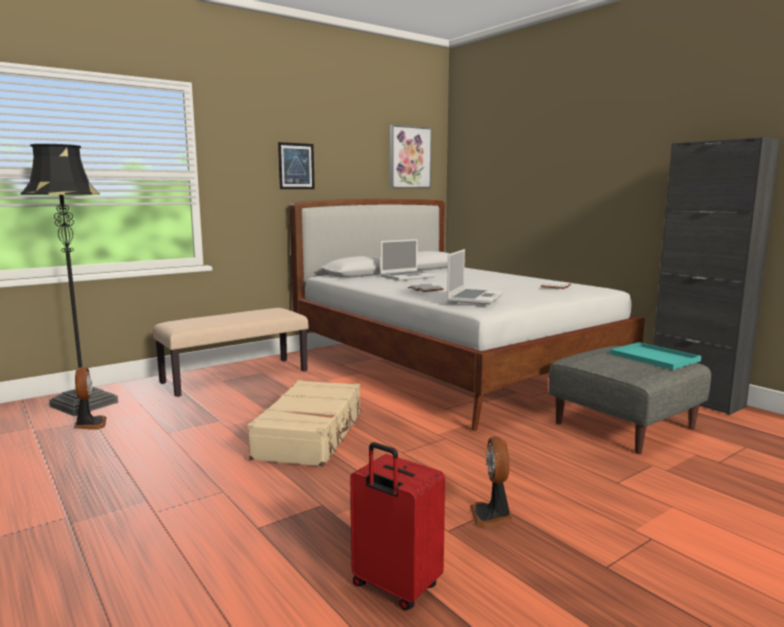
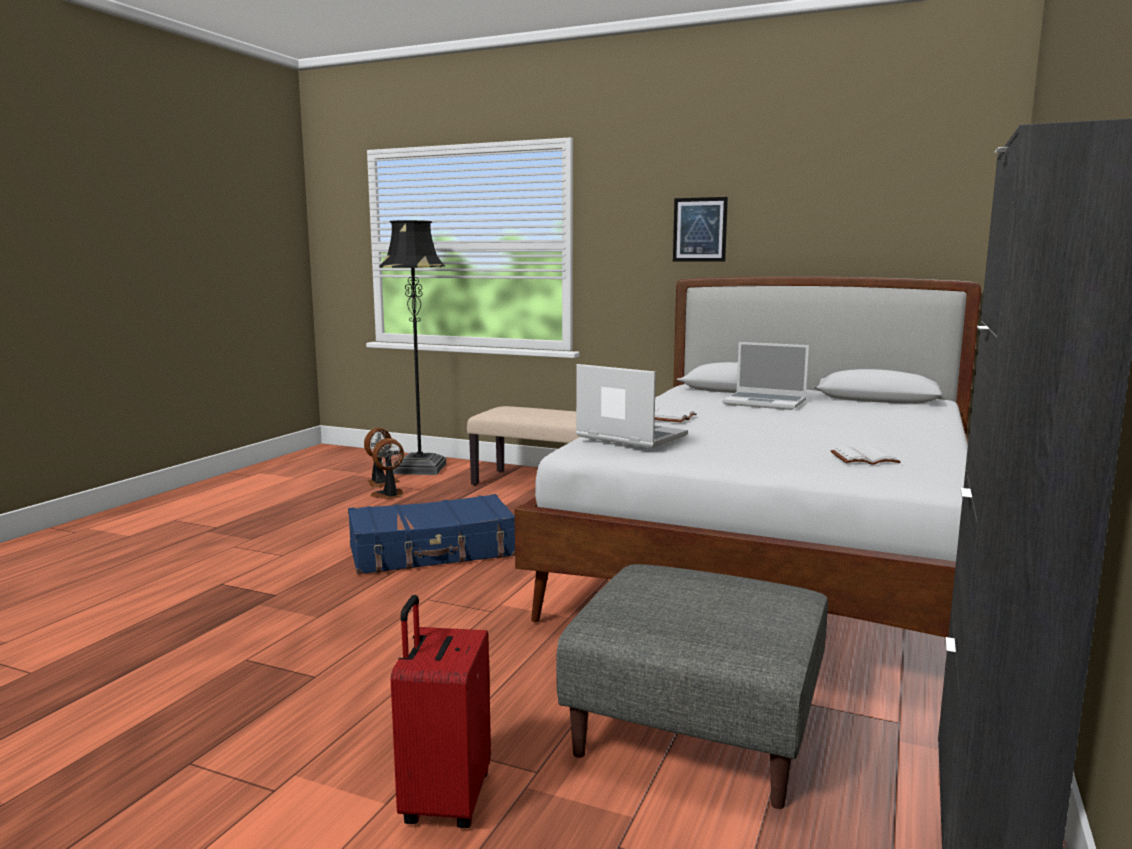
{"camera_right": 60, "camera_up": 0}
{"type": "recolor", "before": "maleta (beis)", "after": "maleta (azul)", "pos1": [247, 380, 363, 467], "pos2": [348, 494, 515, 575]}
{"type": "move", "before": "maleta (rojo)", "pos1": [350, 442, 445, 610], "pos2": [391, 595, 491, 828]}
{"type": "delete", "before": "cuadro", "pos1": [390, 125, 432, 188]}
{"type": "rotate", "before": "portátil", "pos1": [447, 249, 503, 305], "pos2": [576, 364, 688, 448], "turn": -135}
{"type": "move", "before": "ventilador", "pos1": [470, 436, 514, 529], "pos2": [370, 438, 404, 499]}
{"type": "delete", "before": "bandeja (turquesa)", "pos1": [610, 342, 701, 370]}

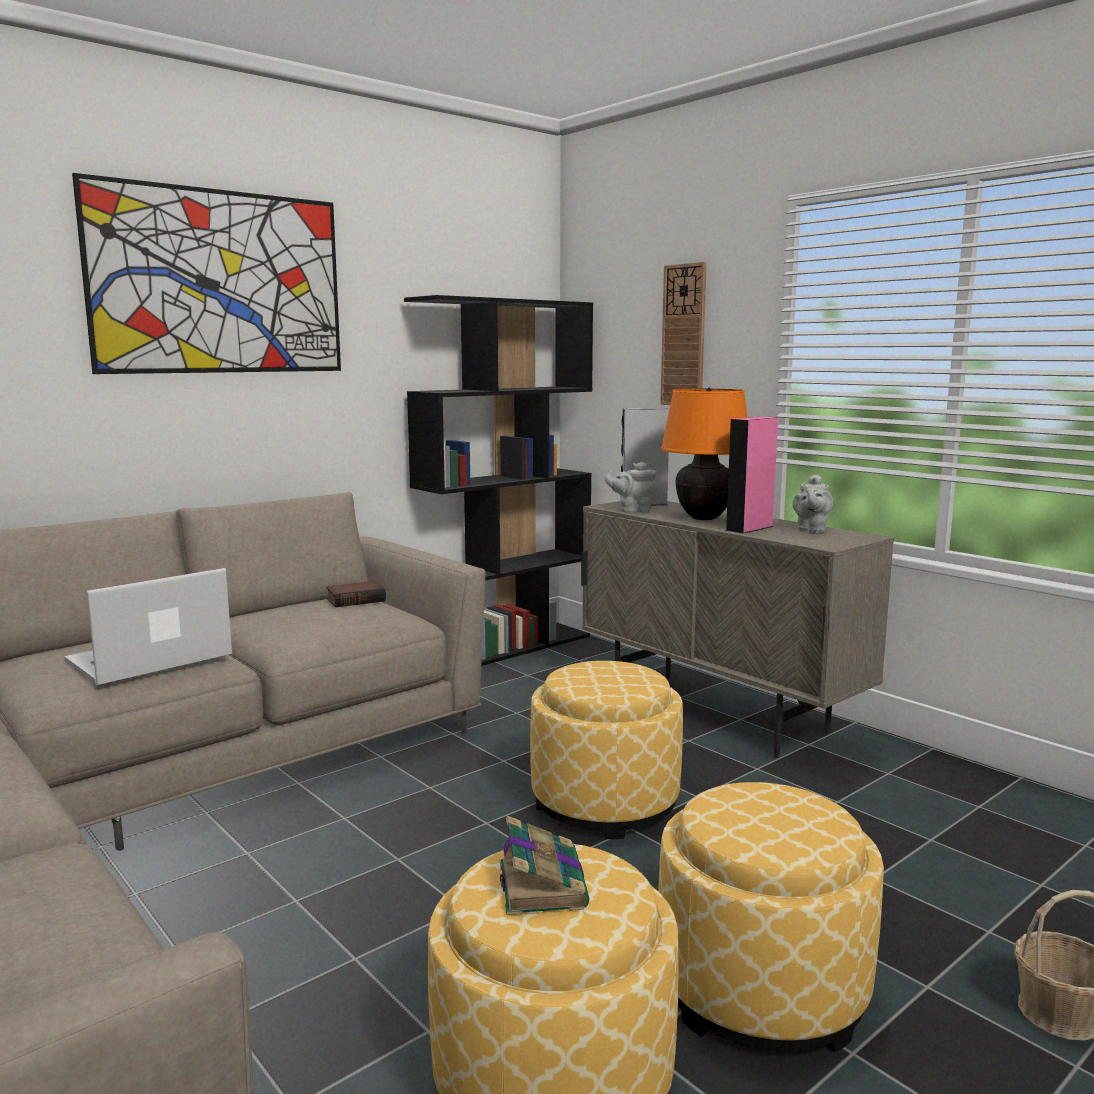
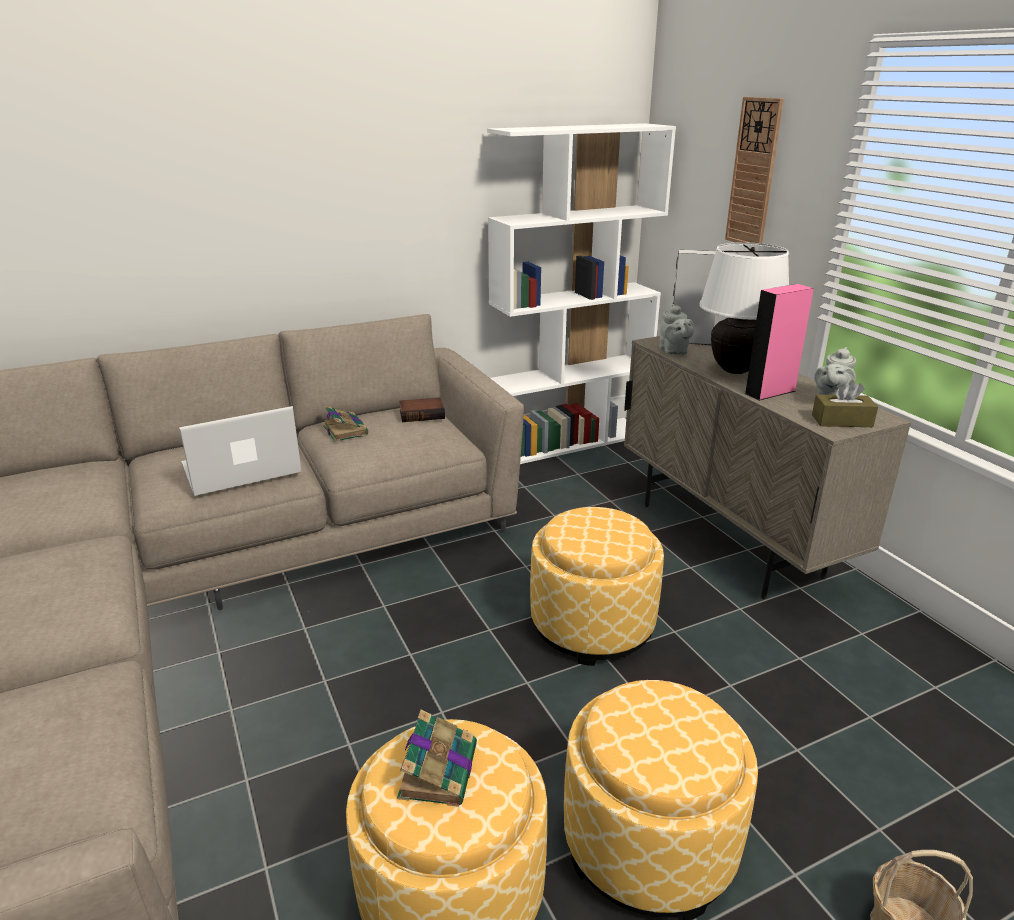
{"camera_right": 15, "camera_up": 15}
{"type": "delete", "before": "cuadro", "pos1": [72, 173, 341, 374]}
{"type": "recolor", "before": "estantería (negro)", "after": "estantería (blanco)", "pos1": [404, 295, 593, 666], "pos2": [487, 123, 676, 464]}
{"type": "rotate", "before": "tetera (gris)", "pos1": [605, 462, 657, 513], "pos2": [659, 304, 694, 355], "turn": -120}
{"type": "recolor", "before": "lámpara de mesa (naranja)", "after": "lámpara de mesa (blanco)", "pos1": [661, 388, 748, 520], "pos2": [699, 242, 789, 374]}
{"type": "insert", "after": "libro", "pos2": [323, 405, 368, 442]}
{"type": "insert", "after": "caja de pañuelos (marrón)", "pos2": [812, 380, 878, 427]}

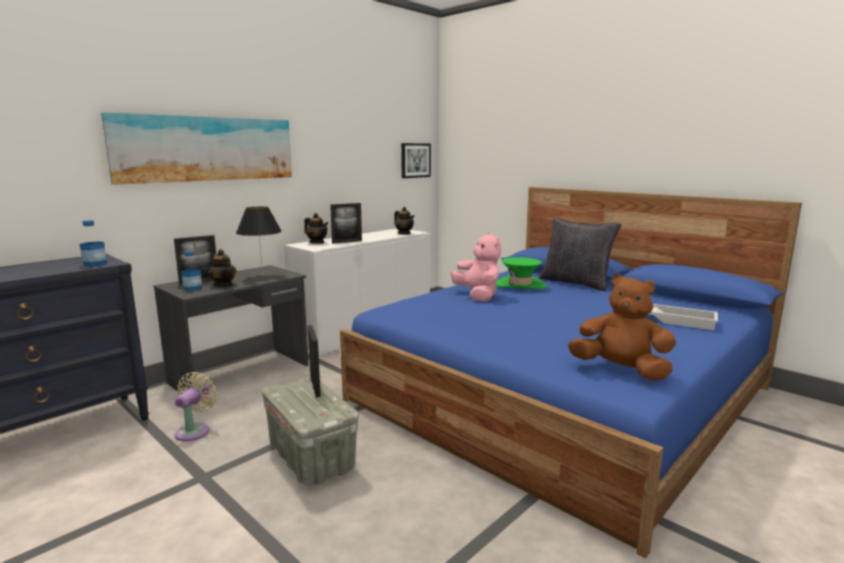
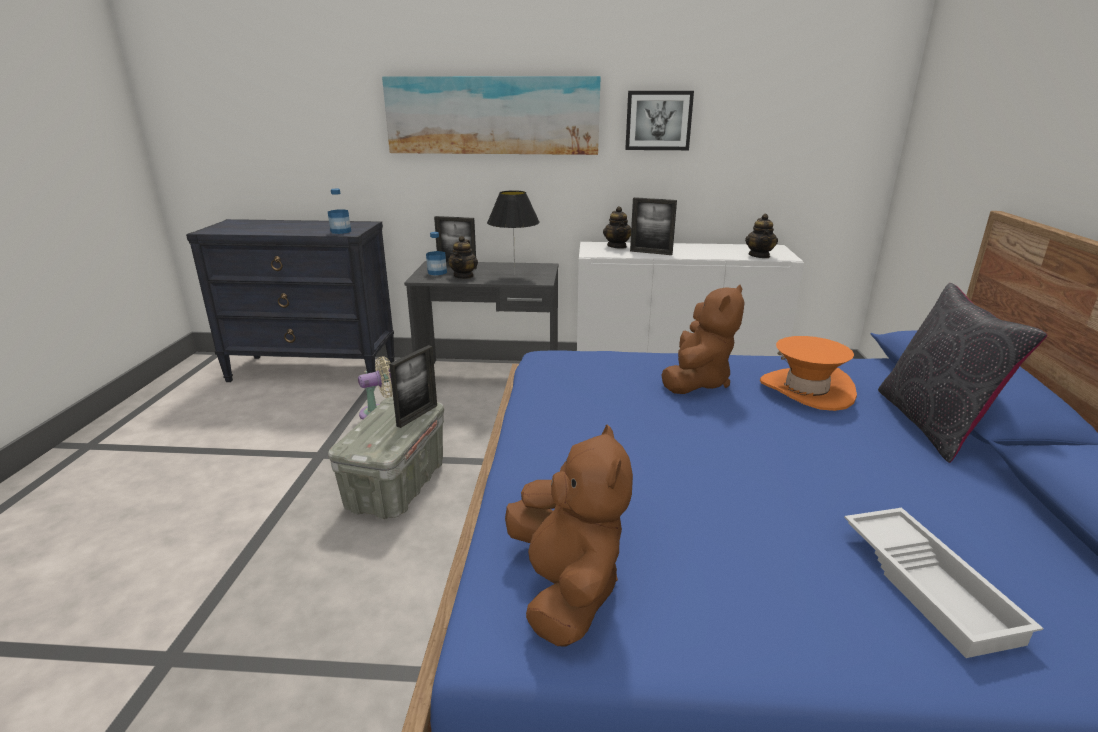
{"camera_right": 50, "camera_up": 10}
{"type": "move", "before": "cuadro", "pos1": [401, 143, 431, 178], "pos2": [625, 91, 694, 150]}
{"type": "recolor", "before": "peluche (rosa)", "after": "peluche (marrón)", "pos1": [451, 232, 501, 302], "pos2": [661, 285, 745, 394]}
{"type": "recolor", "before": "sombrero (verde)", "after": "sombrero (naranja)", "pos1": [496, 257, 546, 289], "pos2": [760, 336, 857, 411]}

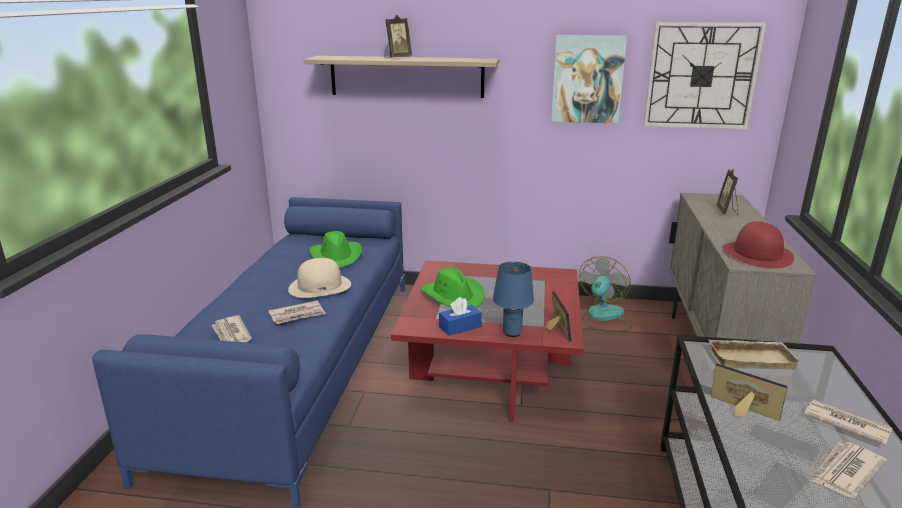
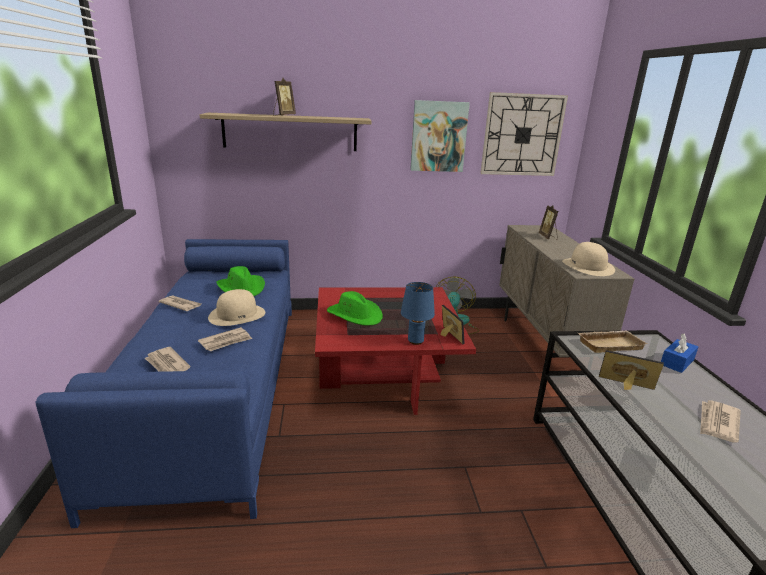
{"camera_right": -15, "camera_up": 0}
{"type": "move", "before": "caja de pañuelos (azul)", "pos1": [439, 297, 482, 336], "pos2": [661, 333, 698, 373]}
{"type": "recolor", "before": "sombrero (rojo)", "after": "sombrero (beis)", "pos1": [723, 221, 794, 269], "pos2": [562, 242, 615, 276]}
{"type": "move", "before": "periódico", "pos1": [804, 399, 893, 445], "pos2": [159, 295, 201, 311]}

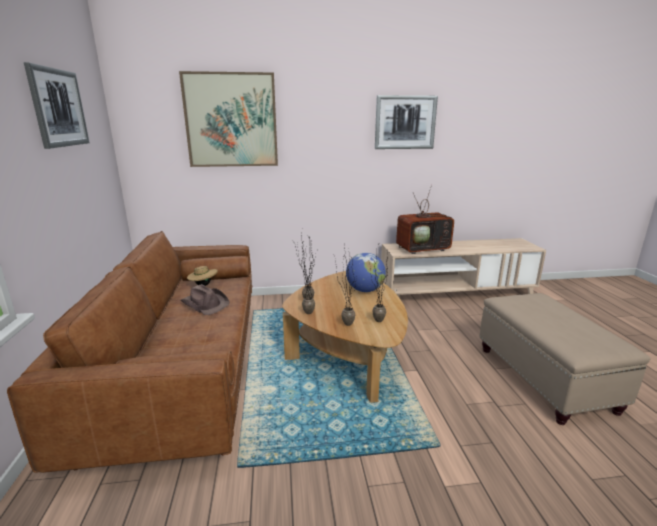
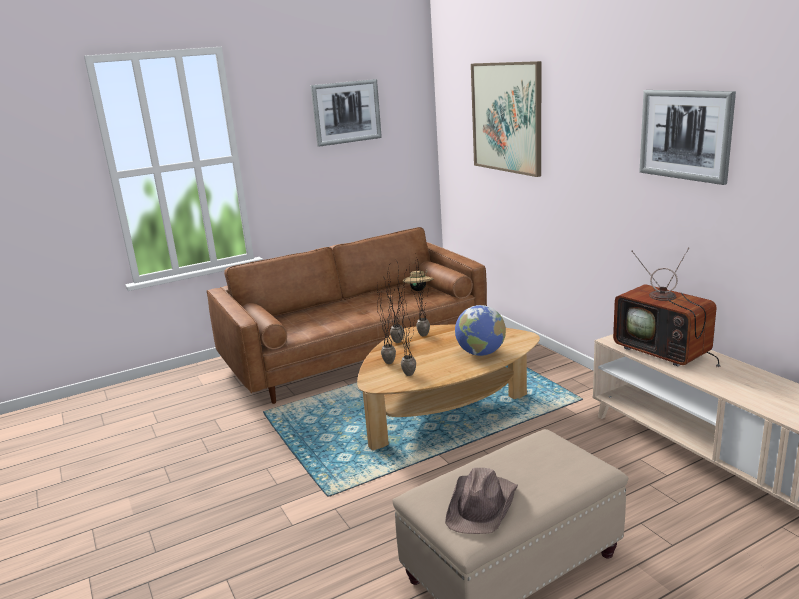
{"camera_right": 70, "camera_up": 0}
{"type": "move", "before": "sombrero (marrón)", "pos1": [181, 284, 230, 315], "pos2": [445, 468, 518, 534]}

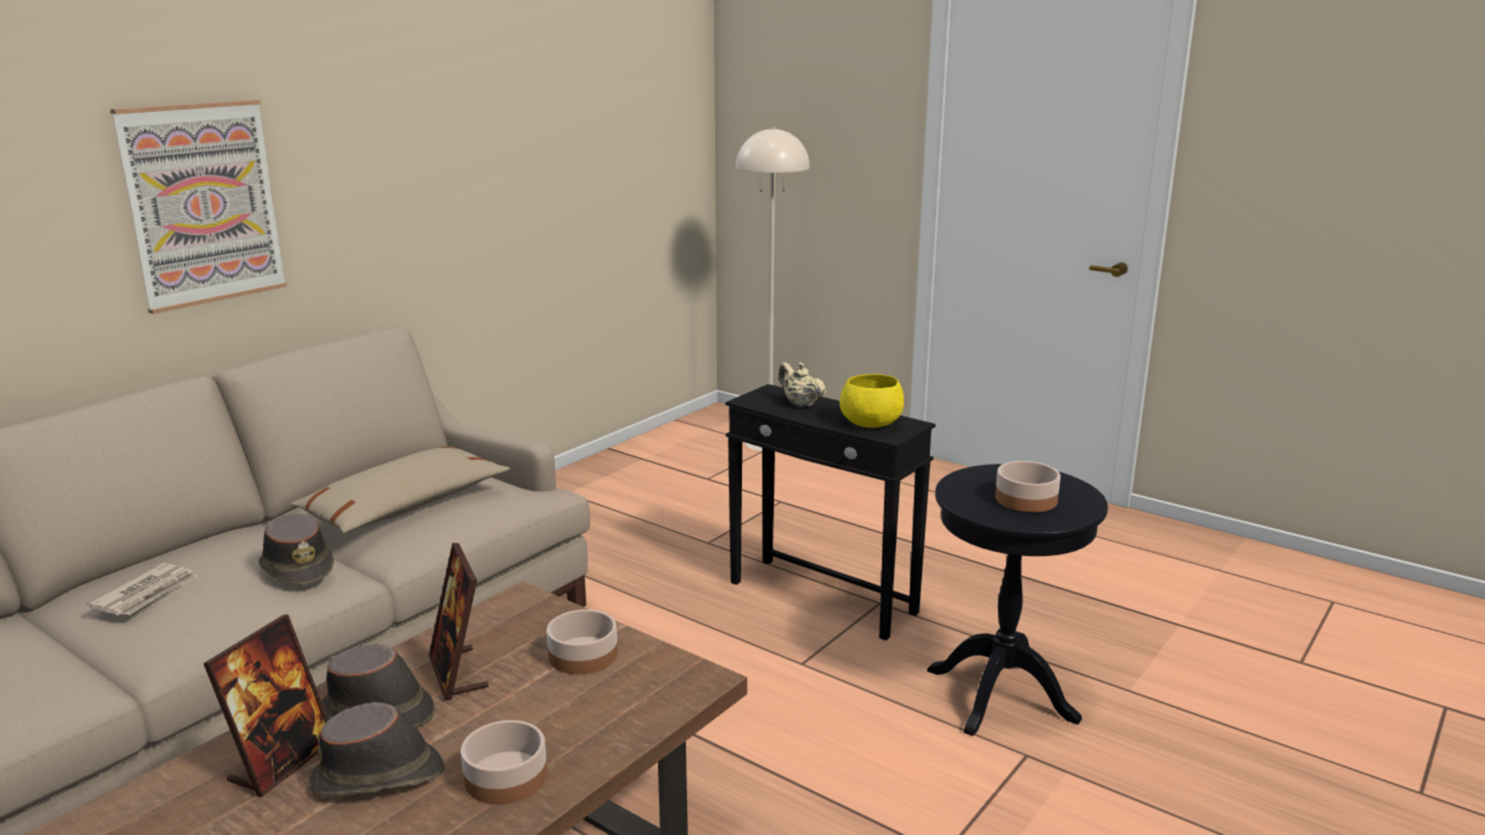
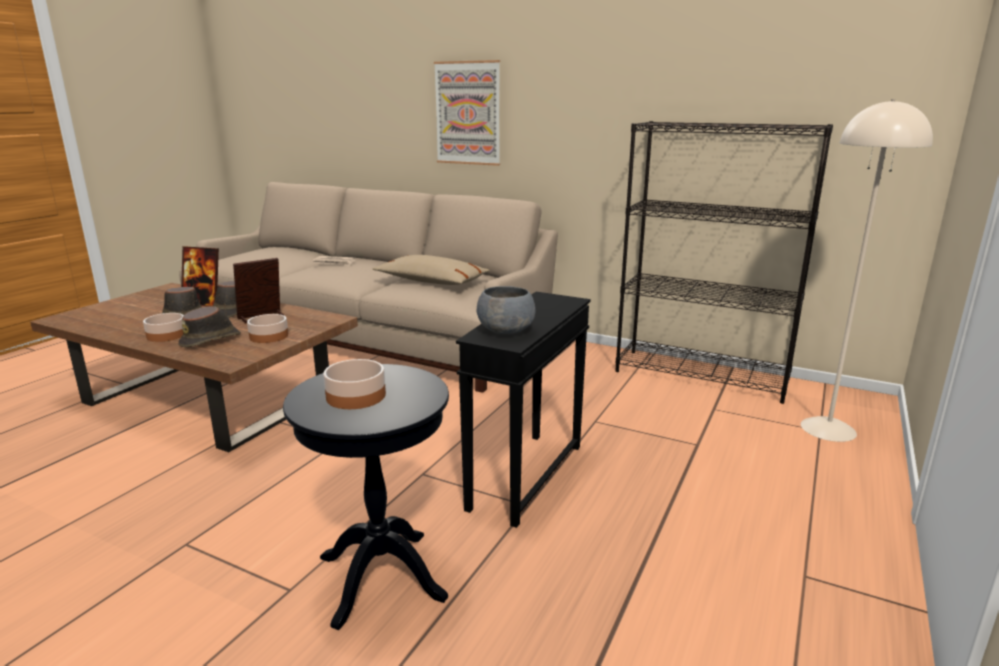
{"camera_right": 80, "camera_up": 0}
{"type": "move", "before": "sombrero (marrón)", "pos1": [259, 513, 334, 586], "pos2": [178, 306, 241, 347]}
{"type": "delete", "before": "tetera (beis)", "pos1": [778, 362, 826, 407]}
{"type": "recolor", "before": "cuenco (amarillo)", "after": "cuenco (gris)", "pos1": [840, 374, 904, 428], "pos2": [477, 286, 535, 334]}
{"type": "insert", "after": "estantería (negro)", "pos2": [616, 121, 833, 404]}

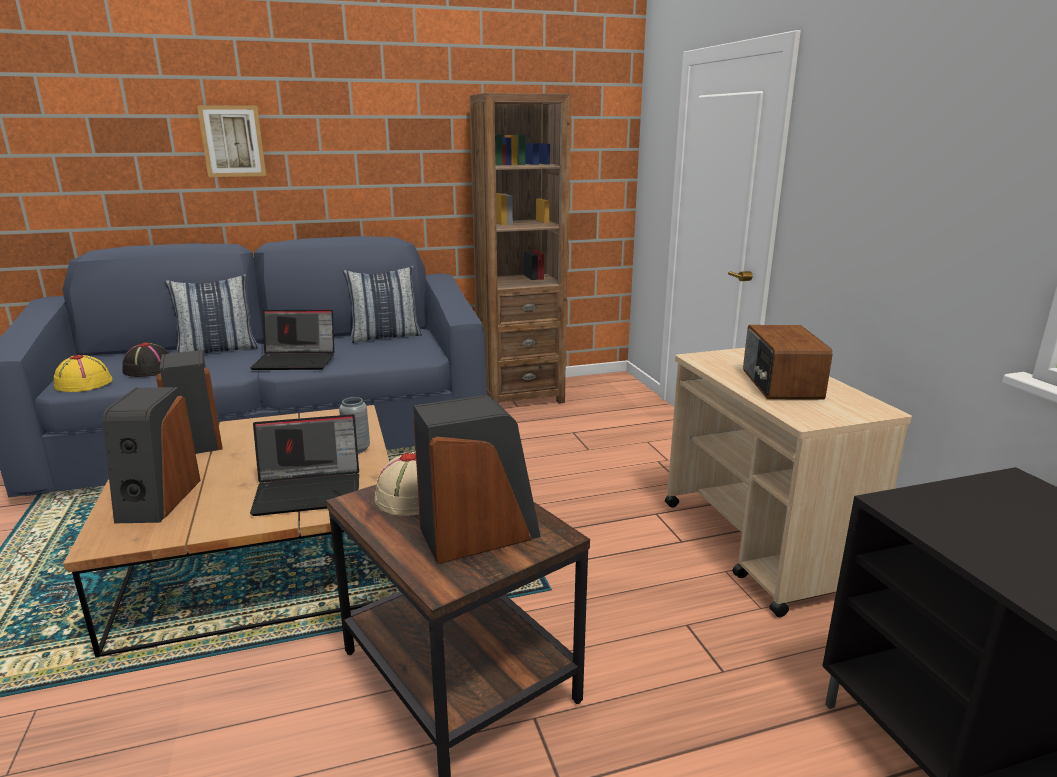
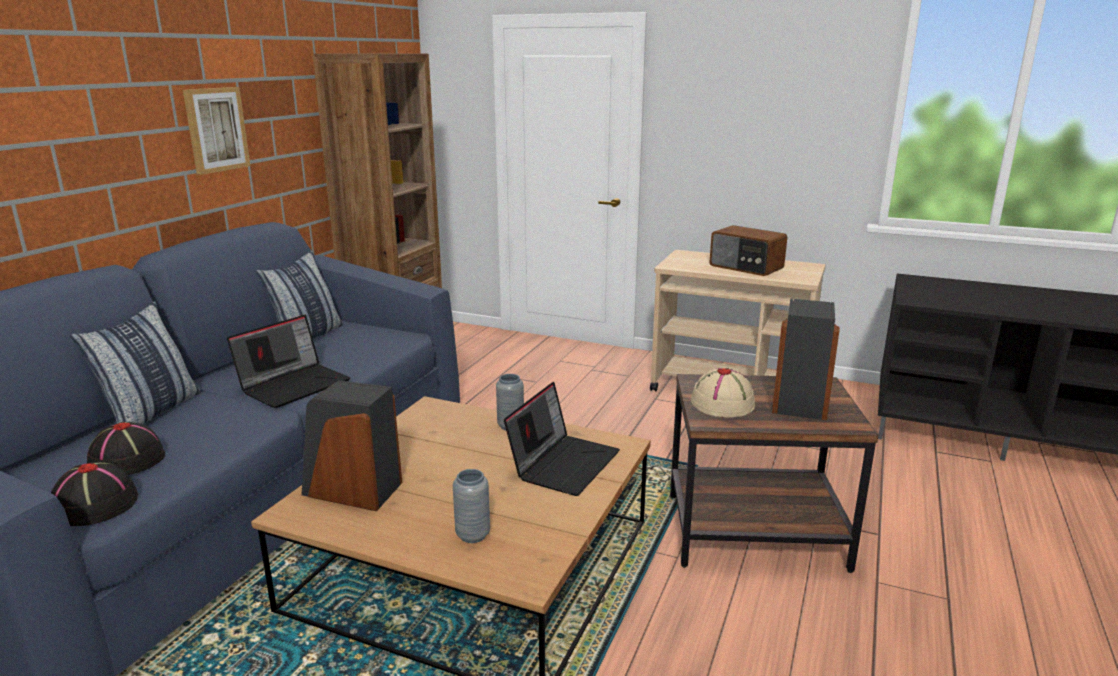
{"camera_right": -50, "camera_up": 0}
{"type": "recolor", "before": "sombrero (amarillo)", "after": "sombrero (negro)", "pos1": [54, 355, 112, 392], "pos2": [51, 461, 138, 526]}
{"type": "replace", "before": "altavoz", "after": "florero (gris)", "pos1": [102, 387, 201, 523], "pos2": [453, 469, 490, 543]}
{"type": "move", "before": "cuadro", "pos1": [197, 105, 266, 177], "pos2": [183, 87, 251, 175]}

